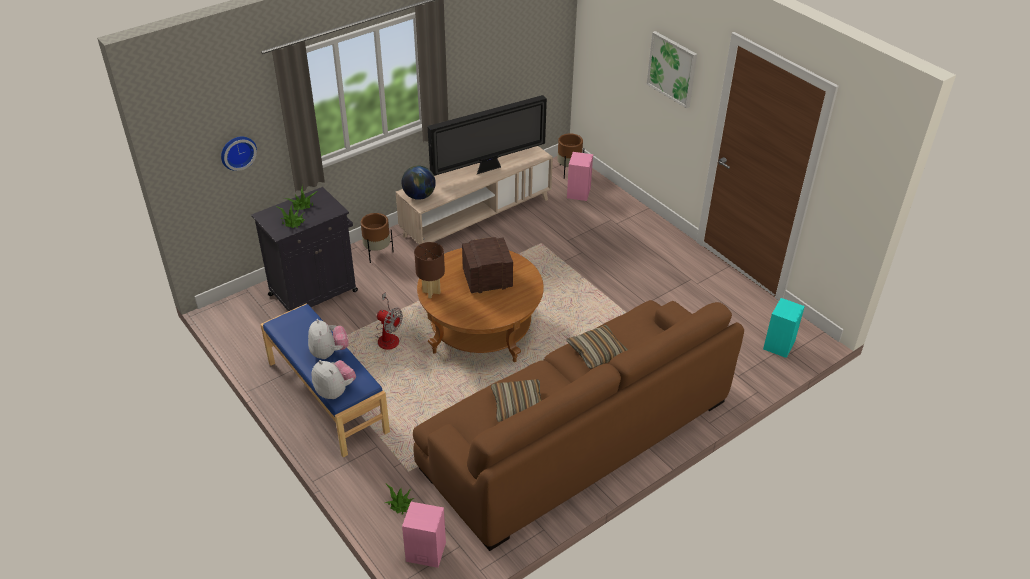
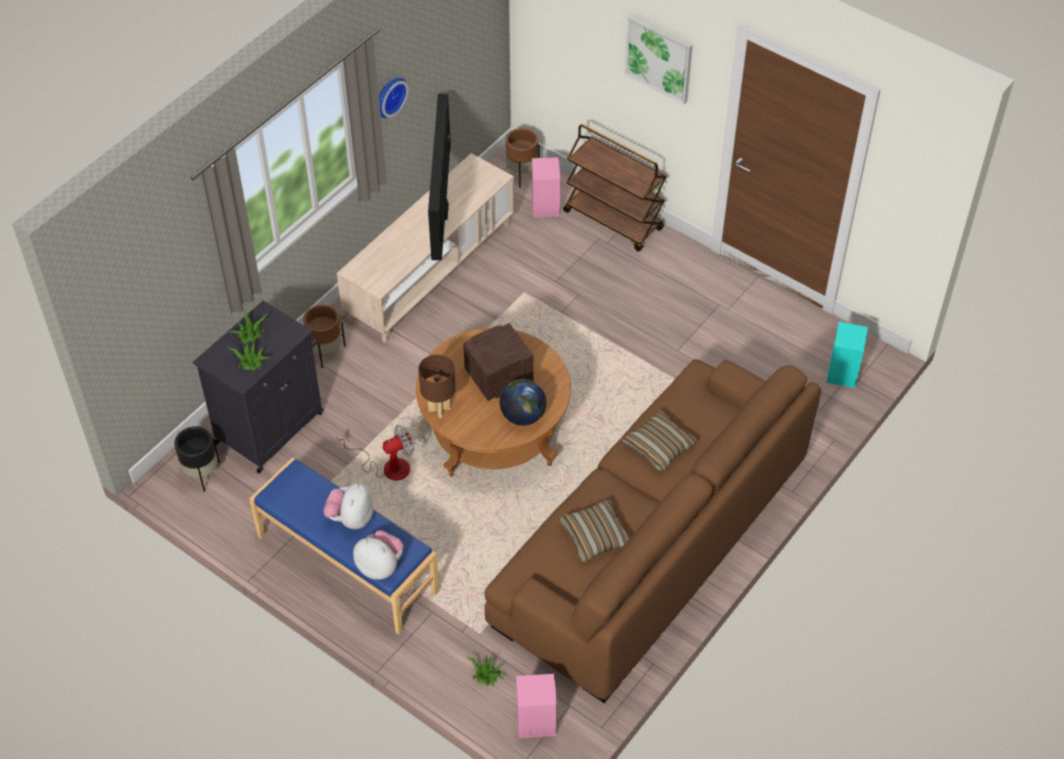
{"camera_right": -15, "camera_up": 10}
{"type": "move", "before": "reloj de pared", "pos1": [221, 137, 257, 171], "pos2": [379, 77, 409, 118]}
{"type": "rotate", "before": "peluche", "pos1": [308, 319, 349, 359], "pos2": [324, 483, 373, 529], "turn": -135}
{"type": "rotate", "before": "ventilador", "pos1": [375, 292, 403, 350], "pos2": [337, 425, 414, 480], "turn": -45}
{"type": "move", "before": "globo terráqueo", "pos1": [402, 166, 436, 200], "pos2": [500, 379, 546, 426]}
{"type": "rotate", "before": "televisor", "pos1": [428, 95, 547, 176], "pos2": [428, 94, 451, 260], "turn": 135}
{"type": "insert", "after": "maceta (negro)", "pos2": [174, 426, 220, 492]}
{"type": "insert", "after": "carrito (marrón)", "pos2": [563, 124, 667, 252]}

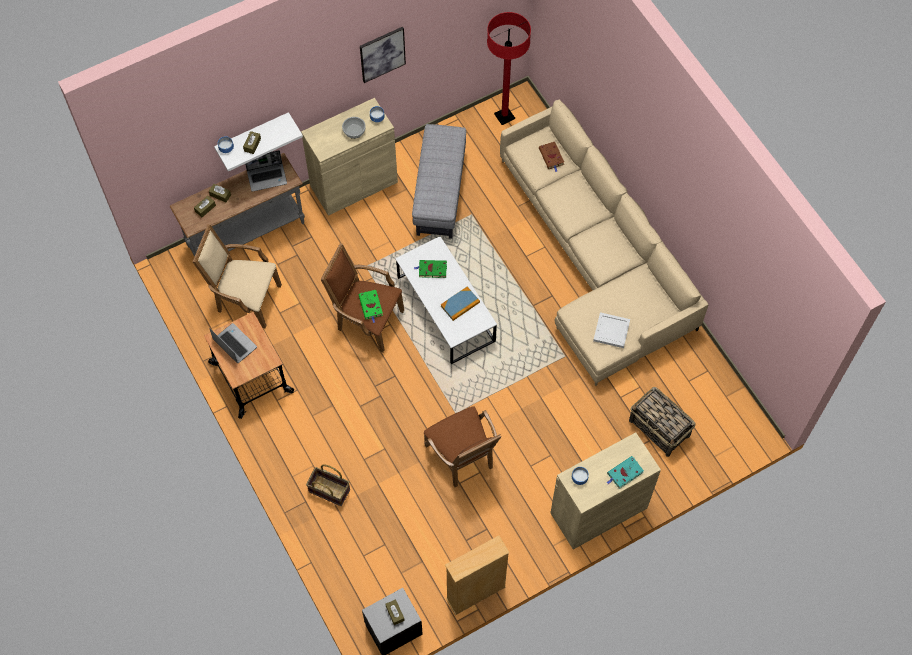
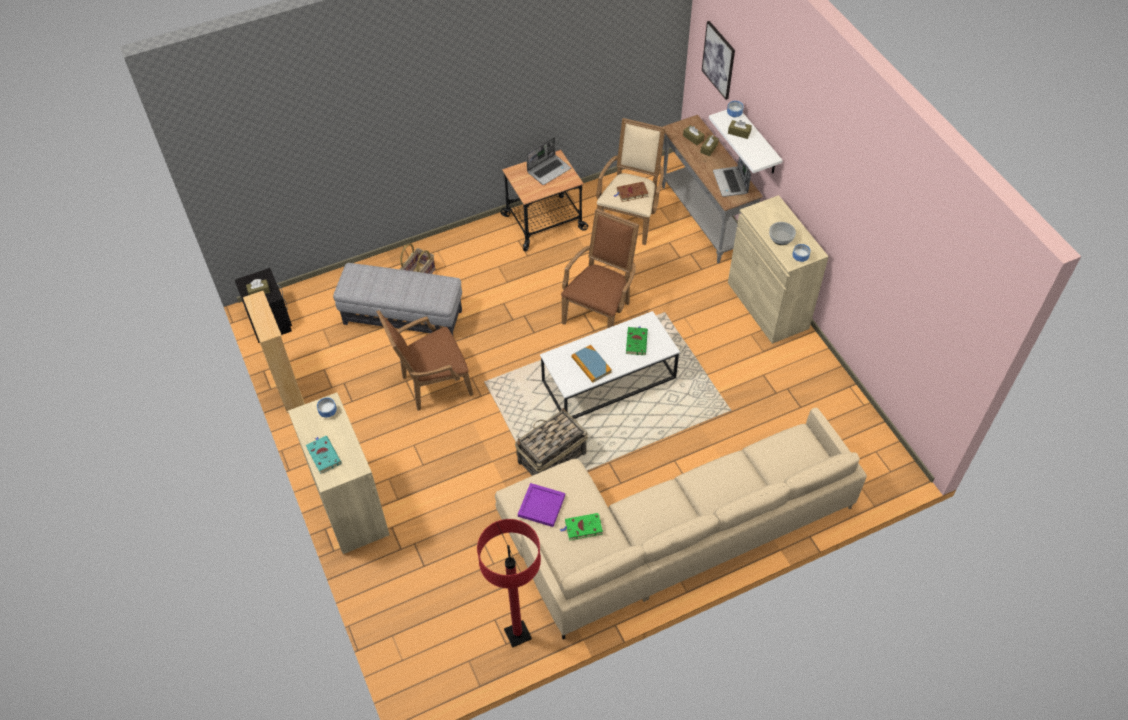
{"camera_right": 95, "camera_up": -10}
{"type": "move", "before": "libro (verde)", "pos1": [359, 290, 383, 323], "pos2": [560, 513, 603, 540]}
{"type": "move", "before": "cuadro", "pos1": [360, 27, 406, 83], "pos2": [702, 21, 735, 100]}
{"type": "move", "before": "puf (gris)", "pos1": [412, 124, 466, 239], "pos2": [333, 263, 462, 337]}
{"type": "move", "before": "lámpara de pie (rojo)", "pos1": [487, 12, 531, 125], "pos2": [477, 519, 541, 648]}
{"type": "move", "before": "libro (marrón)", "pos1": [539, 142, 564, 172], "pos2": [613, 182, 648, 202]}
{"type": "recolor", "before": "bandeja (blanco)", "after": "bandeja (morado)", "pos1": [593, 312, 630, 348], "pos2": [518, 483, 565, 527]}
{"type": "move", "before": "cesta", "pos1": [629, 387, 696, 457], "pos2": [515, 408, 588, 476]}

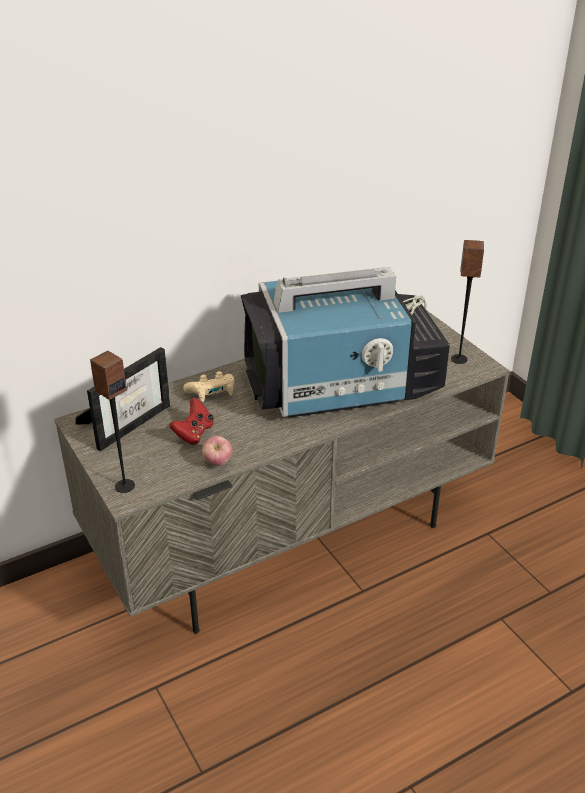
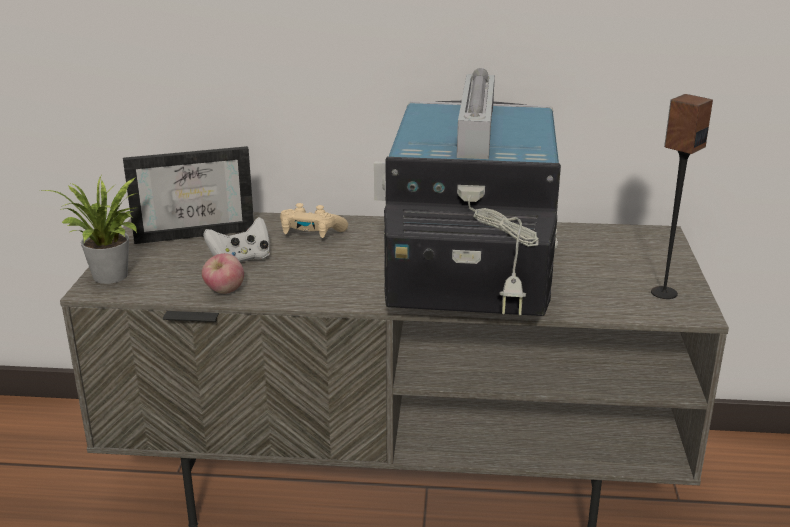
{"camera_right": 35, "camera_up": -10}
{"type": "replace", "before": "altavoz", "after": "planta en maceta", "pos1": [90, 351, 135, 493], "pos2": [43, 176, 137, 284]}
{"type": "recolor", "before": "mando de consola (rojo)", "after": "mando de consola (blanco)", "pos1": [170, 397, 213, 445], "pos2": [203, 217, 270, 262]}
{"type": "rotate", "before": "televisor", "pos1": [241, 267, 450, 418], "pos2": [374, 68, 561, 316], "turn": 75}

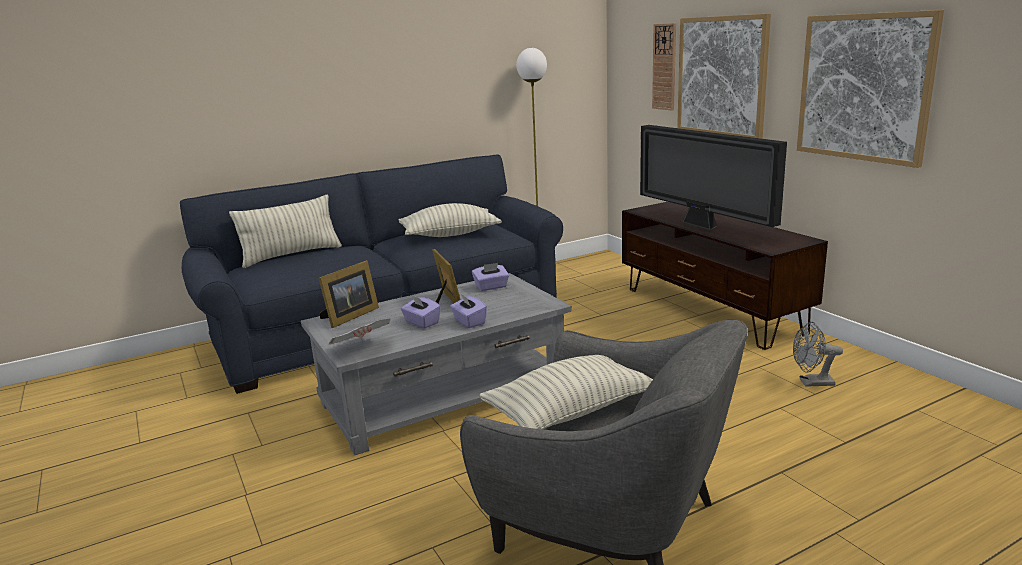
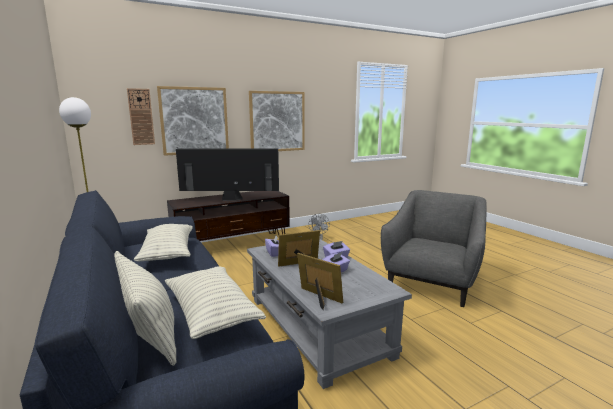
{"camera_right": -90, "camera_up": -5}
{"type": "delete", "before": "periódico", "pos1": [329, 319, 390, 345]}
{"type": "move", "before": "cojín", "pos1": [480, 355, 653, 429], "pos2": [165, 266, 266, 339]}
{"type": "rotate", "before": "televisor", "pos1": [640, 125, 787, 230], "pos2": [176, 149, 279, 201], "turn": -150}

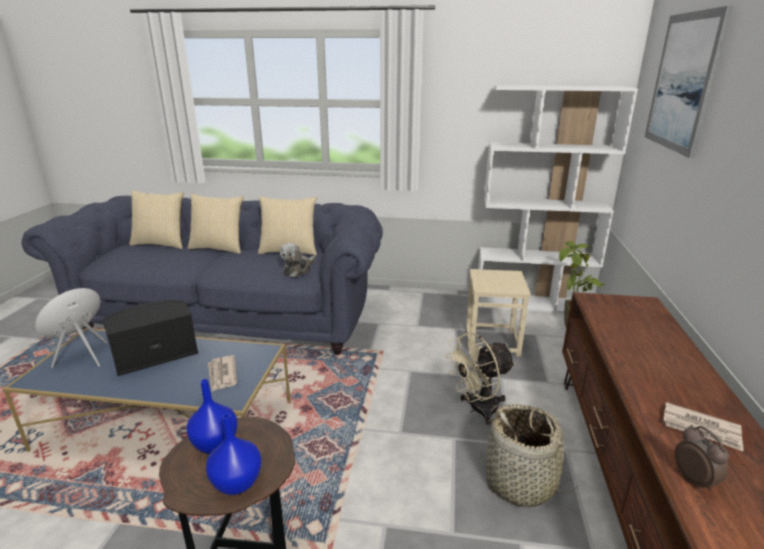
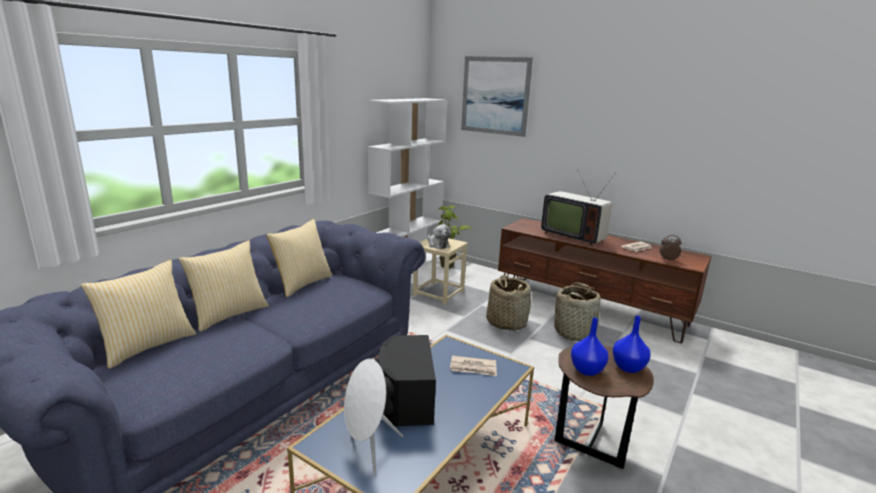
{"camera_right": -65, "camera_up": -5}
{"type": "move", "before": "peluche", "pos1": [280, 243, 316, 277], "pos2": [427, 224, 451, 249]}
{"type": "replace", "before": "ventilador (beis)", "after": "cesta", "pos1": [445, 332, 516, 425], "pos2": [486, 275, 531, 331]}
{"type": "insert", "after": "televisor", "pos2": [541, 169, 615, 246]}

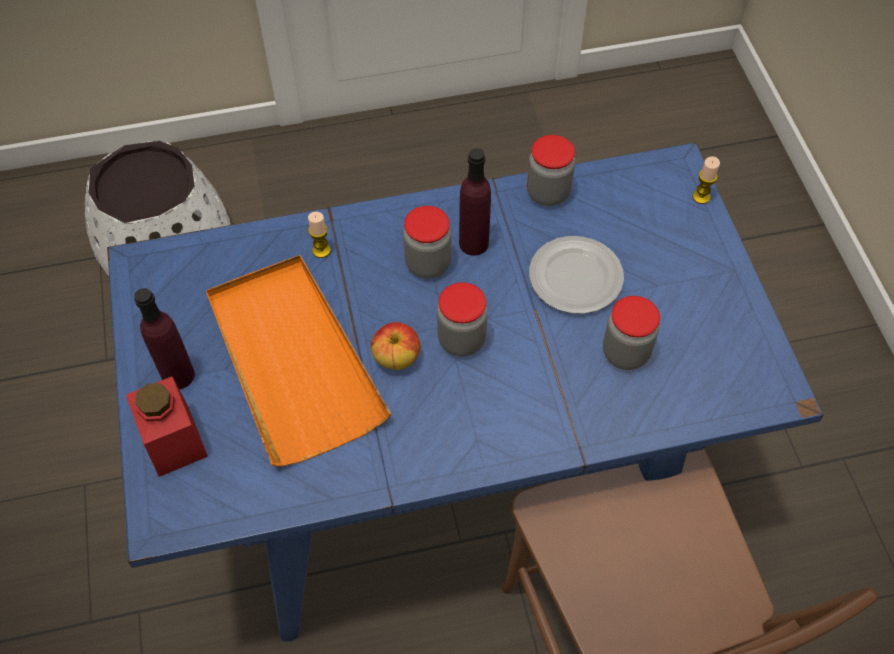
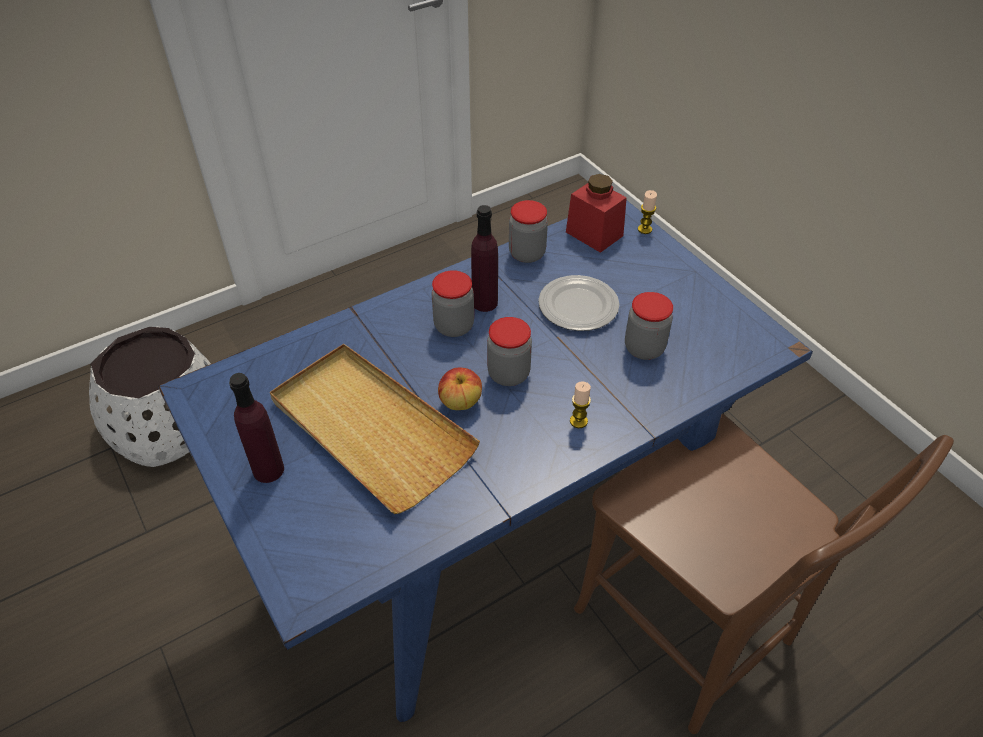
{"camera_right": -20, "camera_up": -10}
{"type": "move", "before": "tarro (rojo)", "pos1": [126, 377, 208, 477], "pos2": [566, 174, 627, 253]}
{"type": "recolor", "before": "bandeja (naranja)", "after": "bandeja (beis)", "pos1": [206, 255, 391, 466], "pos2": [270, 344, 480, 514]}
{"type": "move", "before": "vela", "pos1": [308, 212, 331, 258], "pos2": [570, 382, 591, 428]}

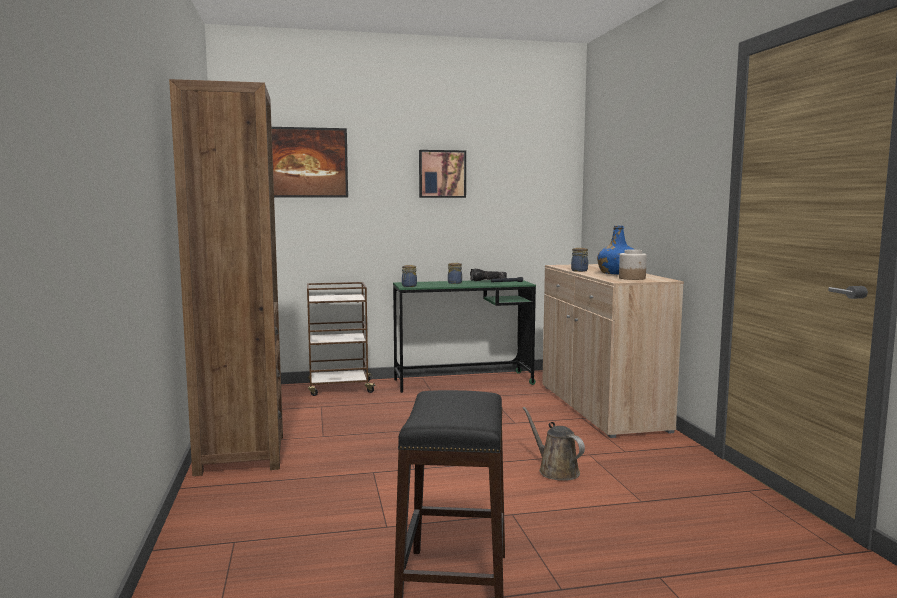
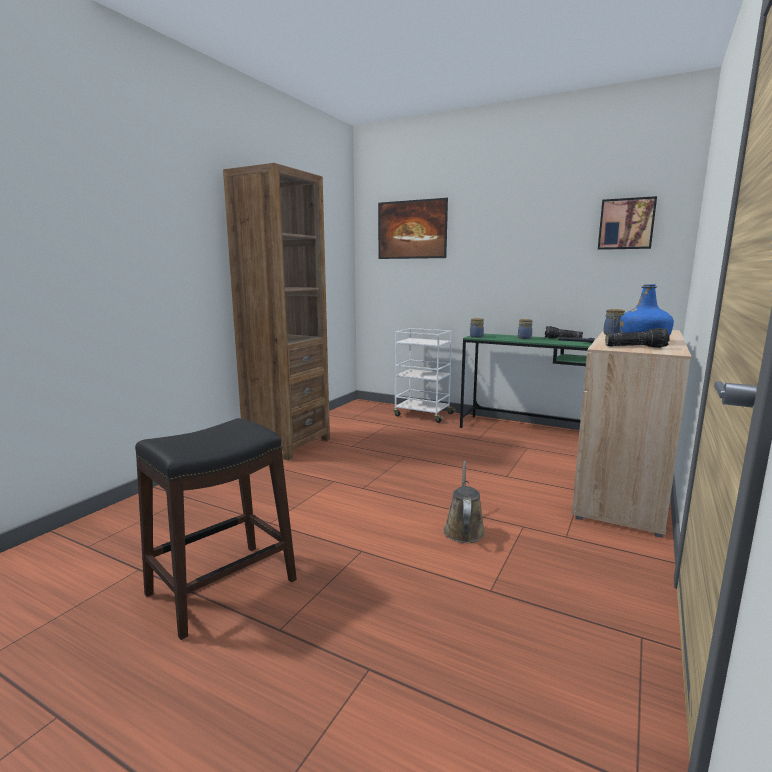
{"camera_right": 40, "camera_up": 5}
{"type": "recolor", "before": "carrito (marrón)", "after": "carrito (blanco)", "pos1": [307, 282, 377, 396], "pos2": [393, 328, 456, 423]}
{"type": "move", "before": "cuadro", "pos1": [419, 150, 466, 198], "pos2": [598, 196, 657, 250]}
{"type": "replace", "before": "tarro", "after": "linterna", "pos1": [619, 250, 647, 280], "pos2": [605, 328, 670, 348]}

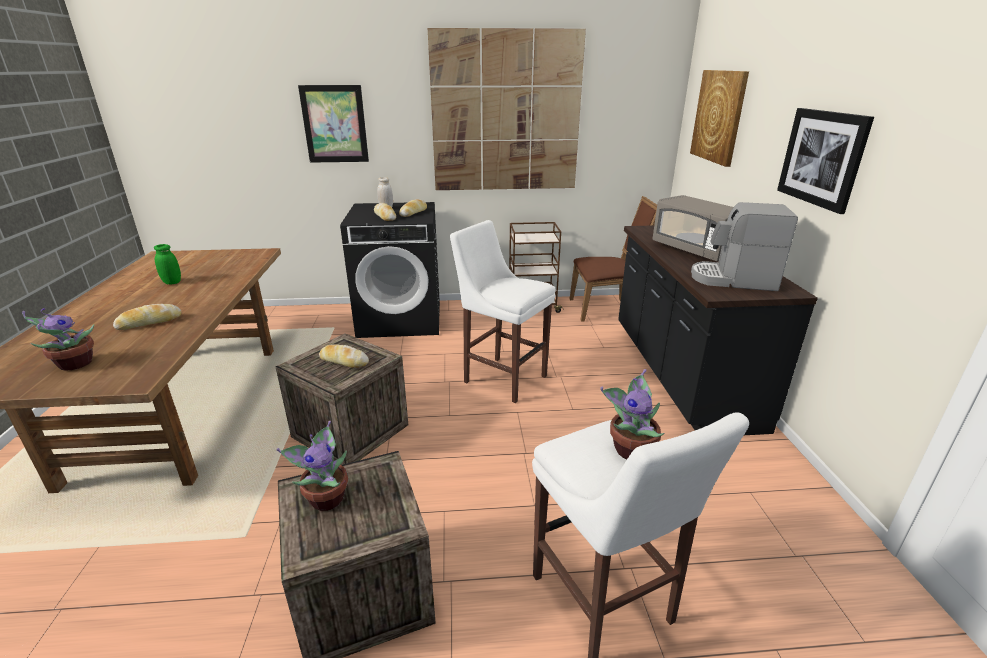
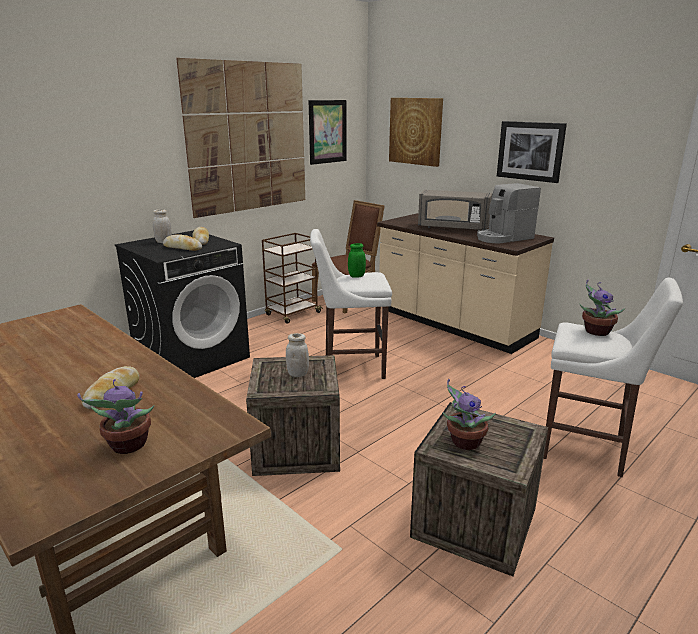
{"camera_right": -40, "camera_up": -5}
{"type": "move", "before": "tarro (verde)", "pos1": [154, 244, 181, 284], "pos2": [348, 243, 366, 278]}
{"type": "move", "before": "cuadro", "pos1": [298, 85, 369, 163], "pos2": [309, 100, 347, 165]}
{"type": "replace", "before": "pan", "after": "tarro (blanco)", "pos1": [319, 344, 369, 368], "pos2": [286, 333, 309, 377]}
{"type": "recolor", "before": "mueble bajo de cocina (negro)", "after": "mueble bajo de cocina (beis)", "pos1": [618, 225, 818, 435], "pos2": [377, 213, 554, 354]}

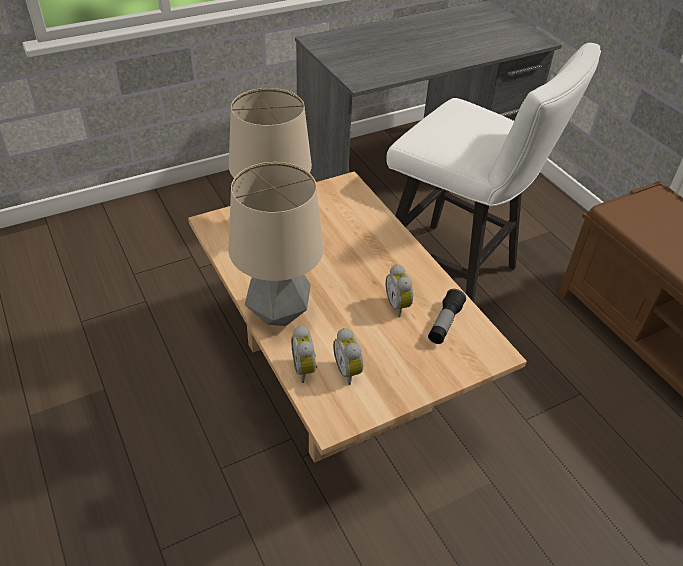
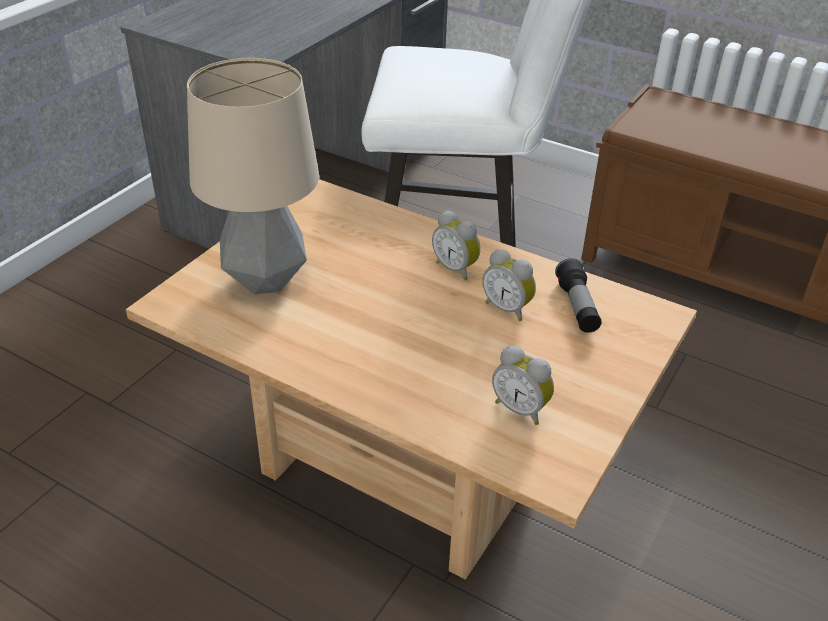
{"camera_right": -30, "camera_up": -5}
{"type": "delete", "before": "lámpara de mesa", "pos1": [229, 162, 324, 326]}
{"type": "move", "before": "despertador", "pos1": [291, 325, 317, 383], "pos2": [432, 210, 480, 280]}

